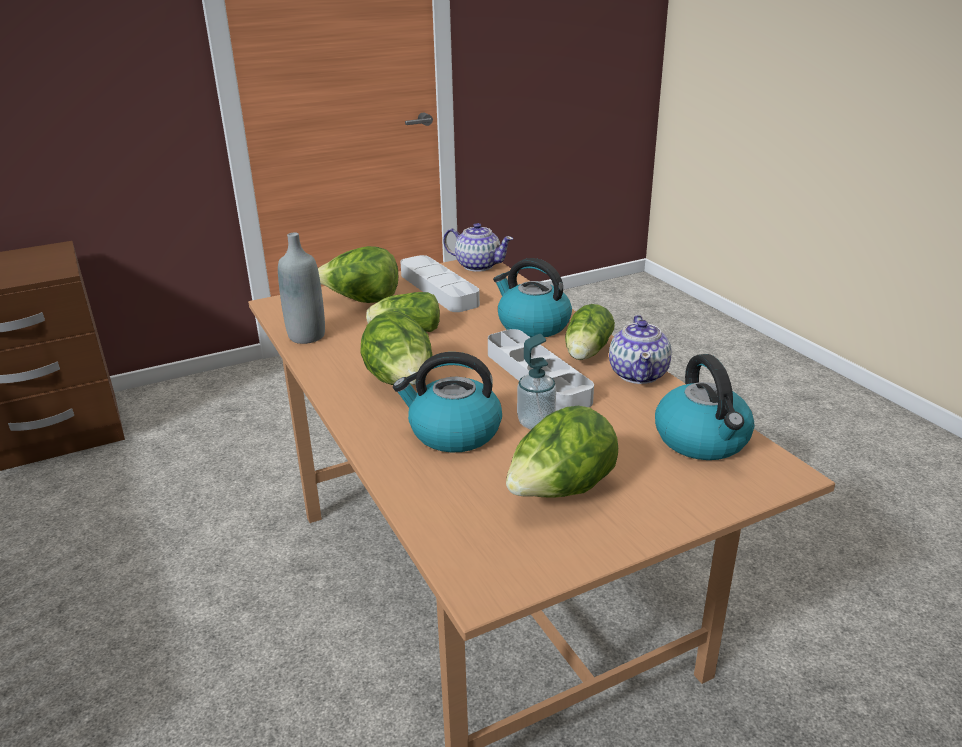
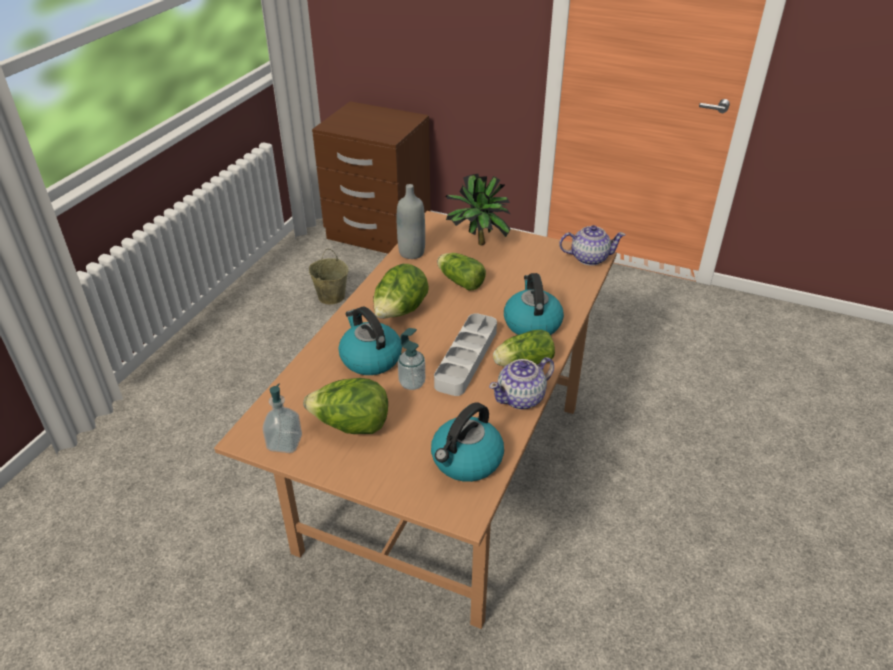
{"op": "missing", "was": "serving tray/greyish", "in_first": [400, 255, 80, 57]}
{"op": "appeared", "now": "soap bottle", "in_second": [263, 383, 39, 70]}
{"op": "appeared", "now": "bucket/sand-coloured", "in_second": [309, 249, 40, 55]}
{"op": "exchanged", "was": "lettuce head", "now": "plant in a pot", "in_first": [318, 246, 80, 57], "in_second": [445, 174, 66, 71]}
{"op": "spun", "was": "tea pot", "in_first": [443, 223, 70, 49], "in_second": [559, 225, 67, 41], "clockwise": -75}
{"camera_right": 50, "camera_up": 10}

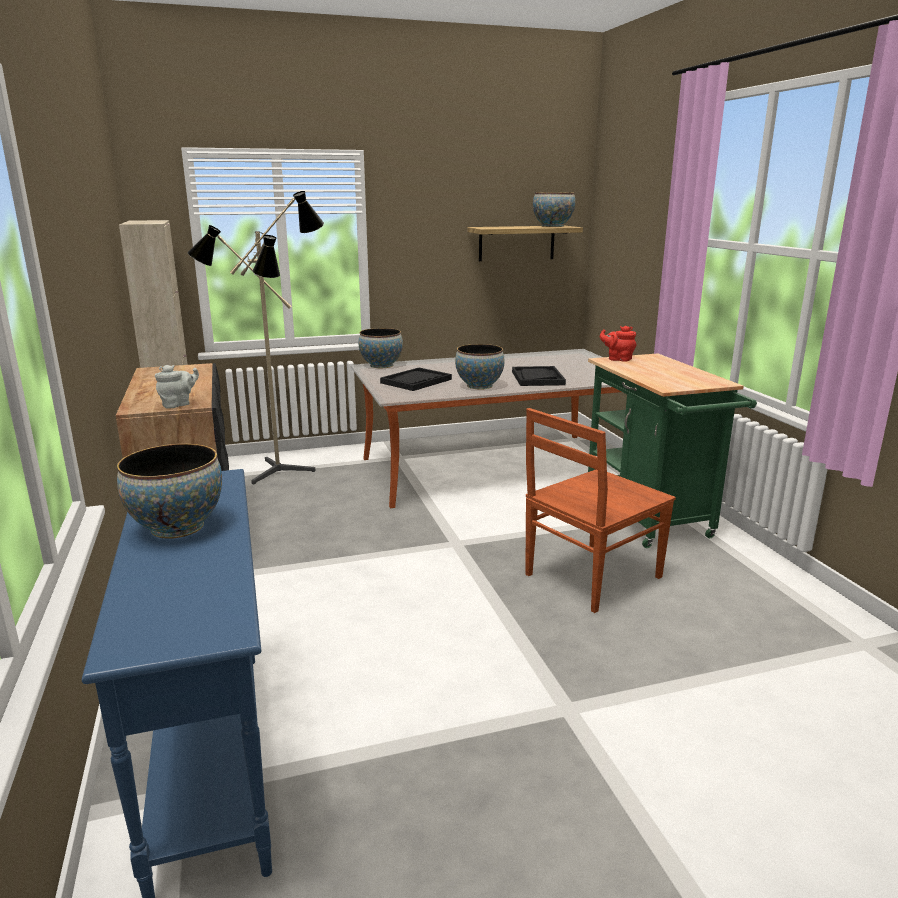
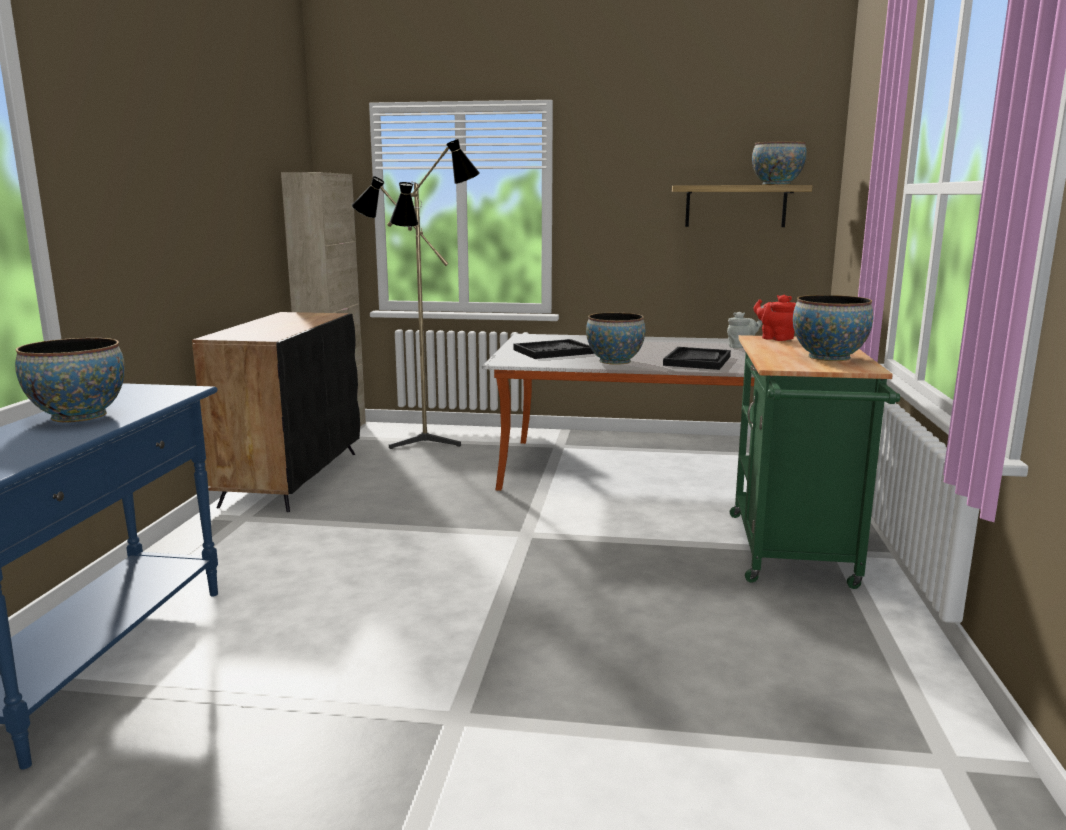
{"op": "missing", "was": "chair/brown", "in_first": [525, 408, 151, 205]}
{"op": "relocated", "was": "tea pot/greyish", "in_first": [155, 365, 44, 44], "in_second": [727, 312, 35, 36]}
{"op": "relocated", "was": "deep dish", "in_first": [358, 328, 45, 41], "in_second": [793, 295, 81, 66]}
{"camera_right": 25, "camera_up": -5}

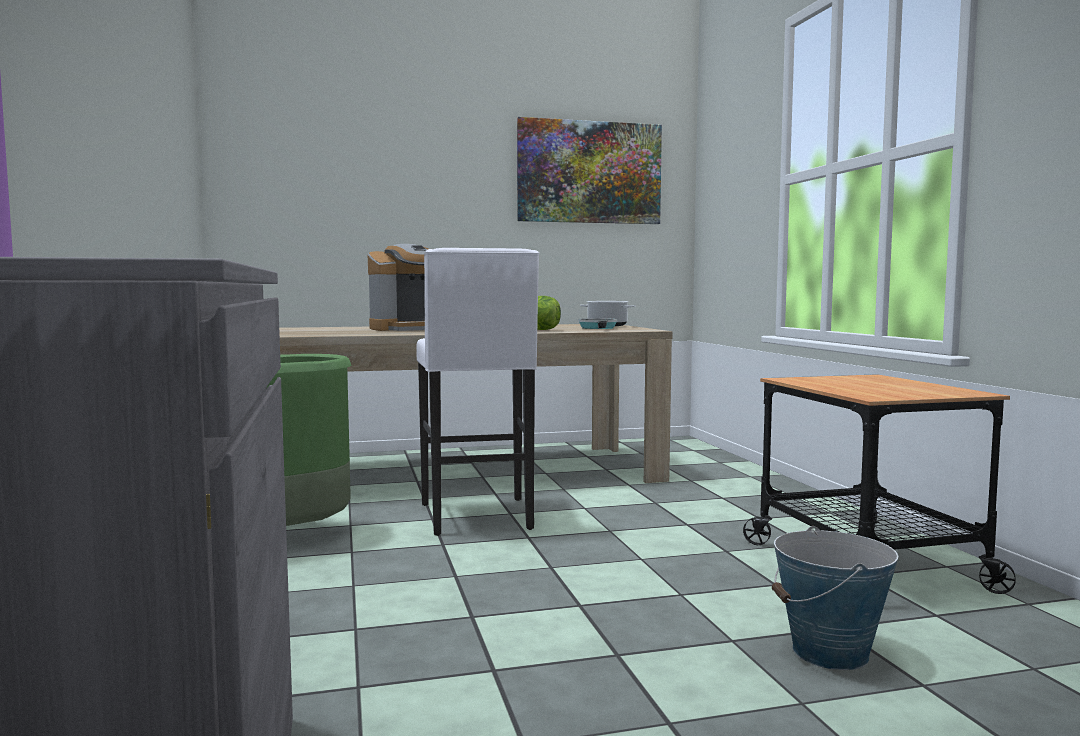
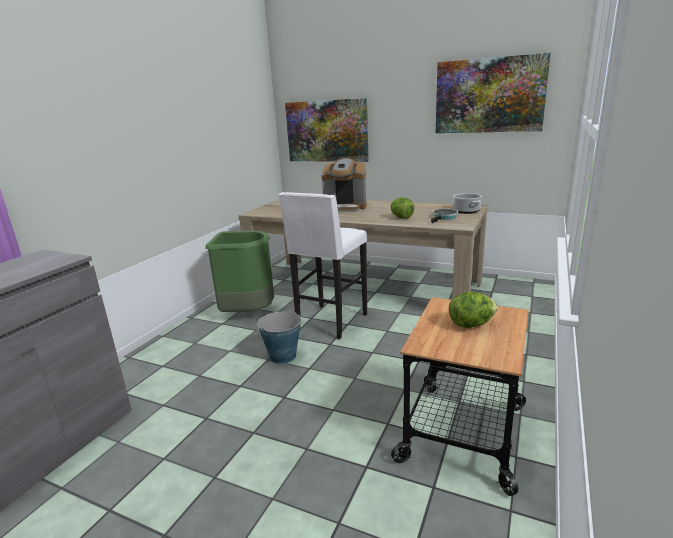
{"op": "appeared", "now": "wall art", "in_second": [285, 98, 84, 64]}
{"op": "appeared", "now": "lettuce head", "in_second": [449, 292, 49, 36]}
{"op": "relocated", "was": "bucket", "in_first": [772, 526, 126, 144], "in_second": [257, 311, 44, 53]}
{"camera_right": 40, "camera_up": 15}

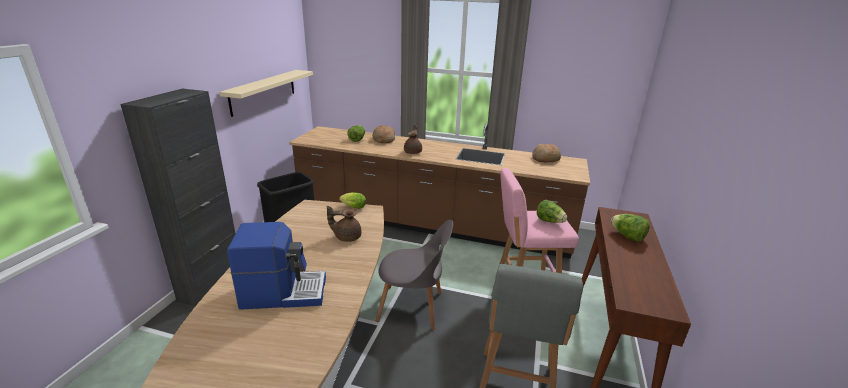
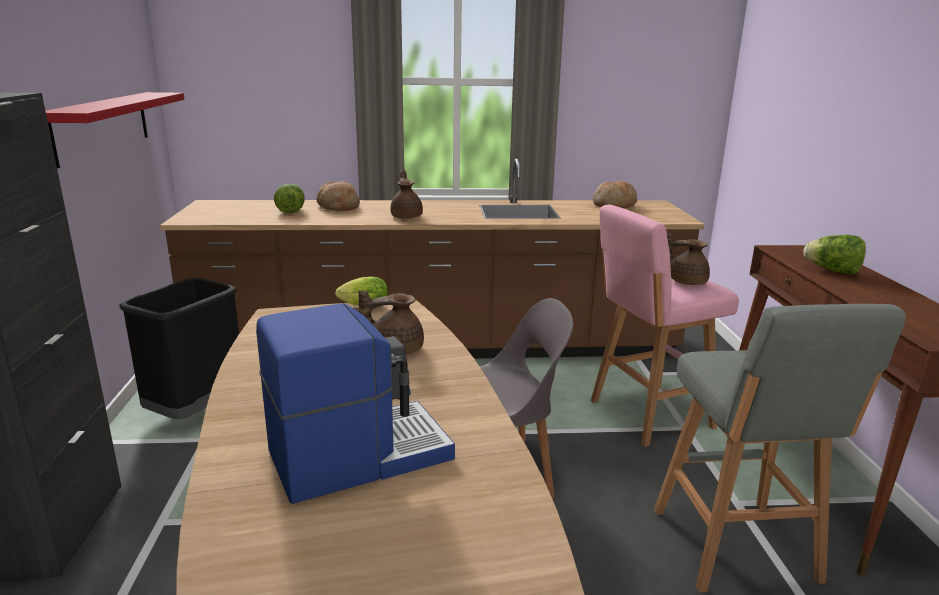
{"op": "exchanged", "was": "lettuce head", "now": "tea pot/brown", "in_first": [537, 200, 30, 23], "in_second": [667, 233, 43, 52]}
{"op": "colour", "was": "shelf/sand-coloured", "now": "shelf/red-coloured", "in_first": [219, 70, 94, 47], "in_second": [46, 92, 138, 77]}
{"camera_right": -20, "camera_up": -5}

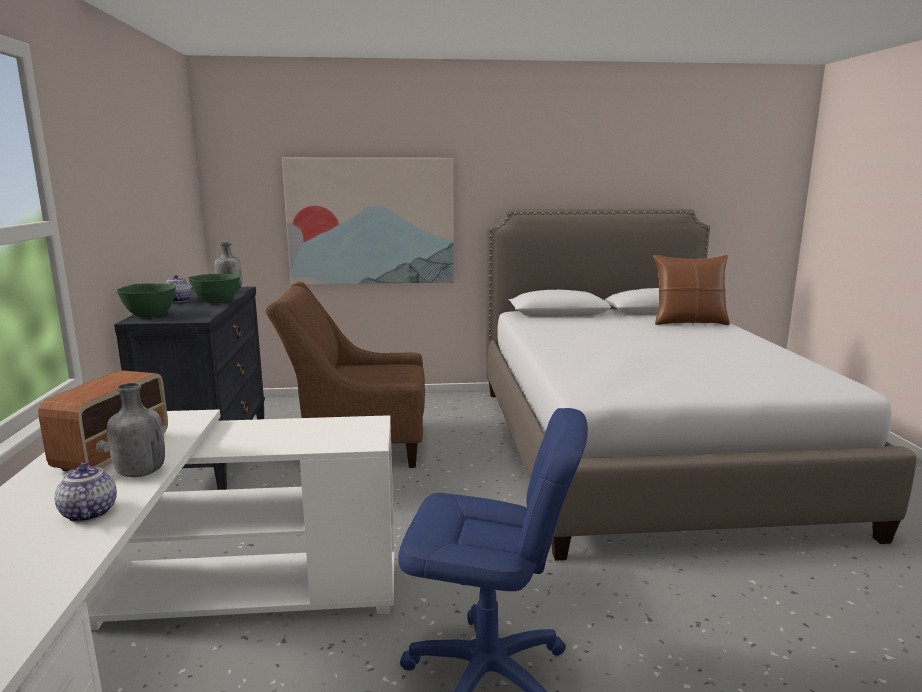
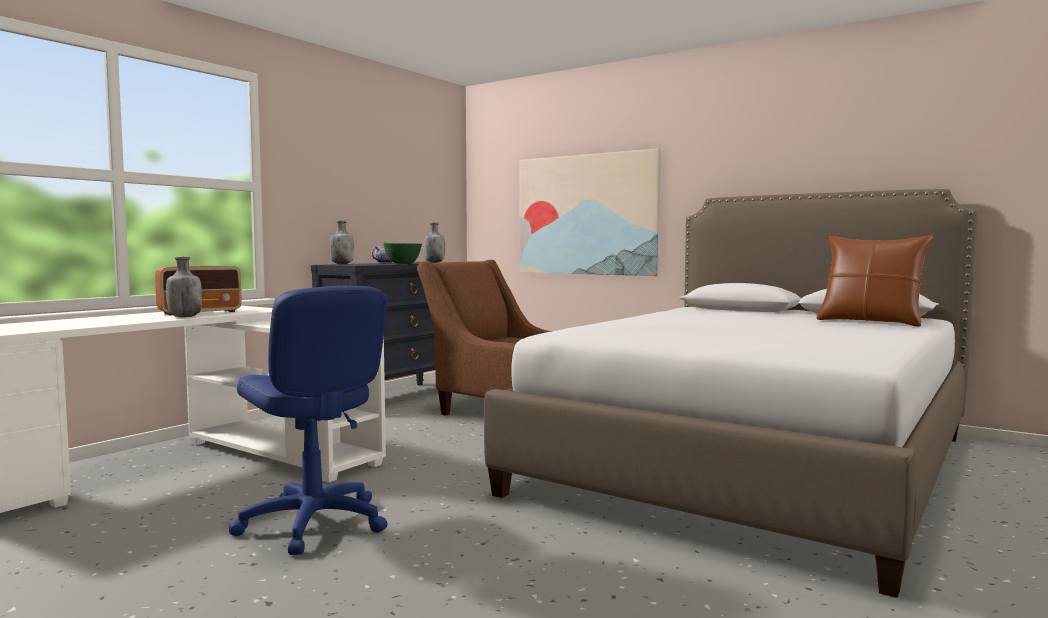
{"op": "missing", "was": "tea pot", "in_first": [55, 461, 62, 61]}
{"op": "exchanged", "was": "deep dish/greenish", "now": "bottle/greyish", "in_first": [117, 283, 59, 34], "in_second": [330, 221, 24, 43]}
{"camera_right": 40, "camera_up": -10}

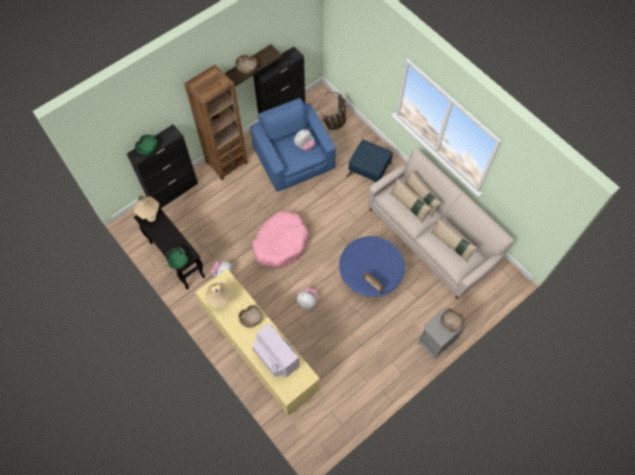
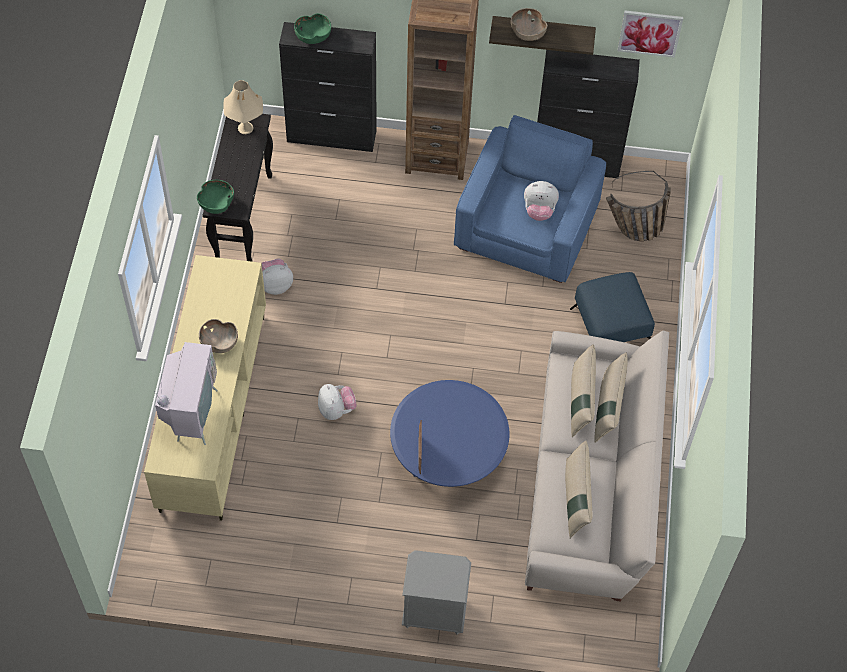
{"op": "missing", "was": "tabletop lamp/sand-coloured", "in_first": [205, 282, 27, 26]}
{"op": "missing", "was": "dog bed/pink-coloured", "in_first": [252, 211, 56, 58]}
{"op": "missing", "was": "deep dish/brown", "in_first": [441, 309, 23, 23]}
{"op": "appeared", "now": "wall art", "in_second": [617, 11, 66, 47]}
{"camera_right": 45, "camera_up": -5}

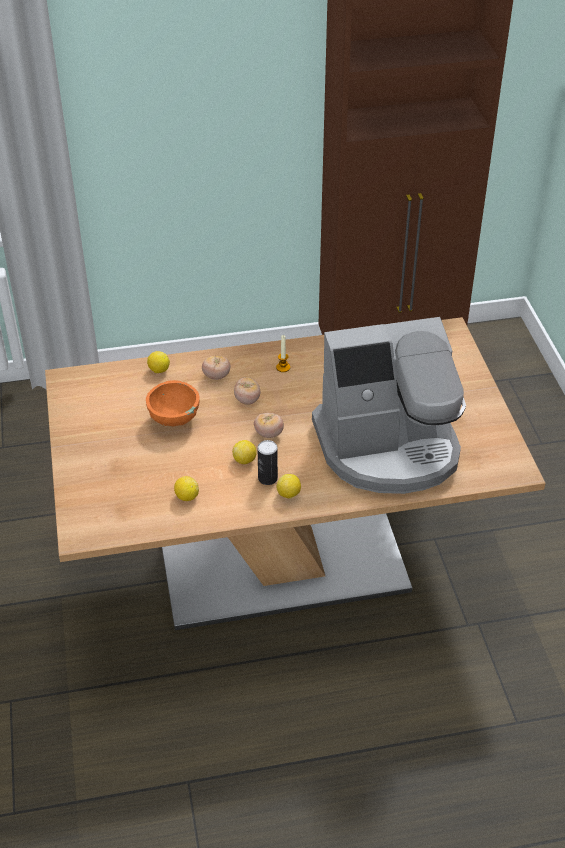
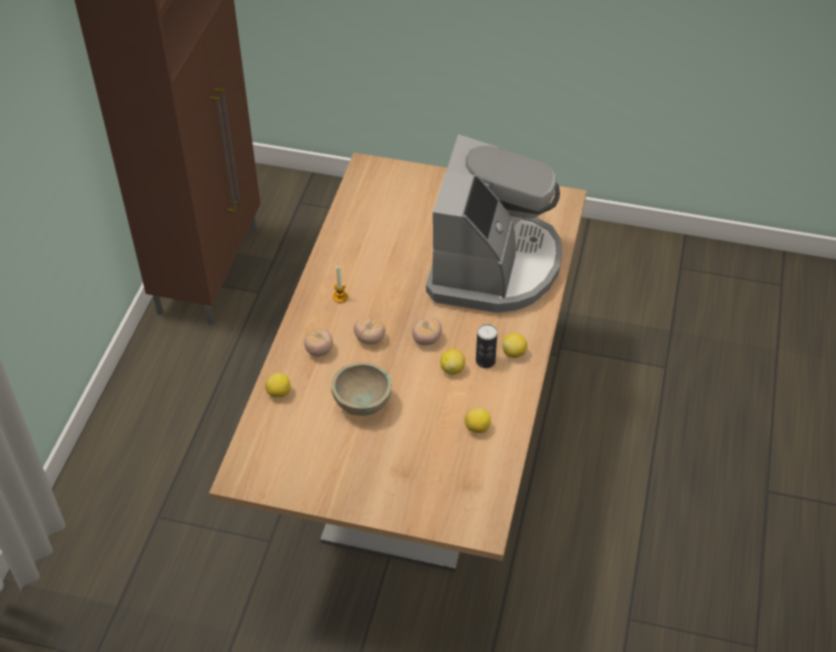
{"op": "colour", "was": "deep dish/orange-coloured", "now": "deep dish/sand-coloured", "in_first": [146, 380, 54, 46], "in_second": [331, 362, 61, 54]}
{"camera_right": -65, "camera_up": 5}

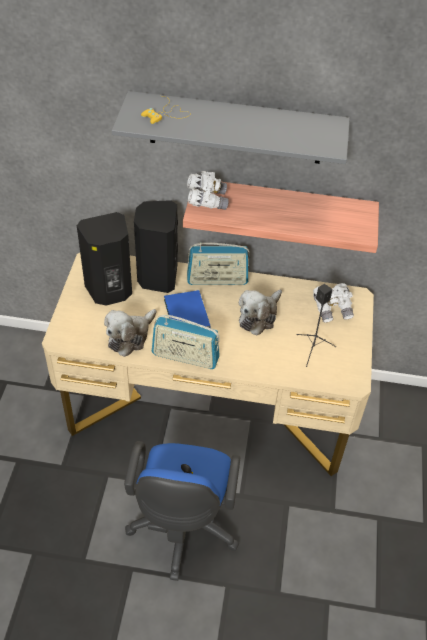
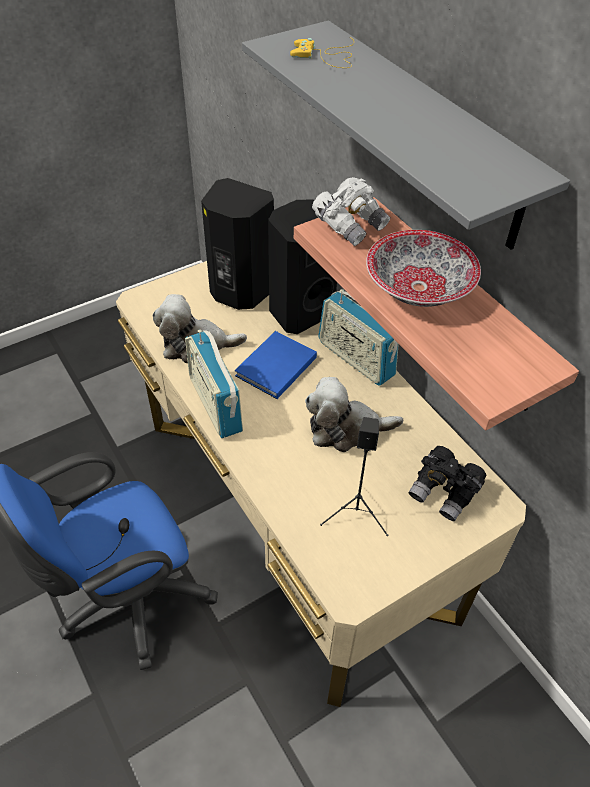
{"op": "appeared", "now": "deep dish", "in_second": [366, 230, 115, 77]}
{"op": "colour", "was": "binoculars/white-coloured", "now": "binoculars/blackish", "in_first": [313, 283, 41, 39], "in_second": [408, 446, 78, 75]}
{"camera_right": 50, "camera_up": 0}

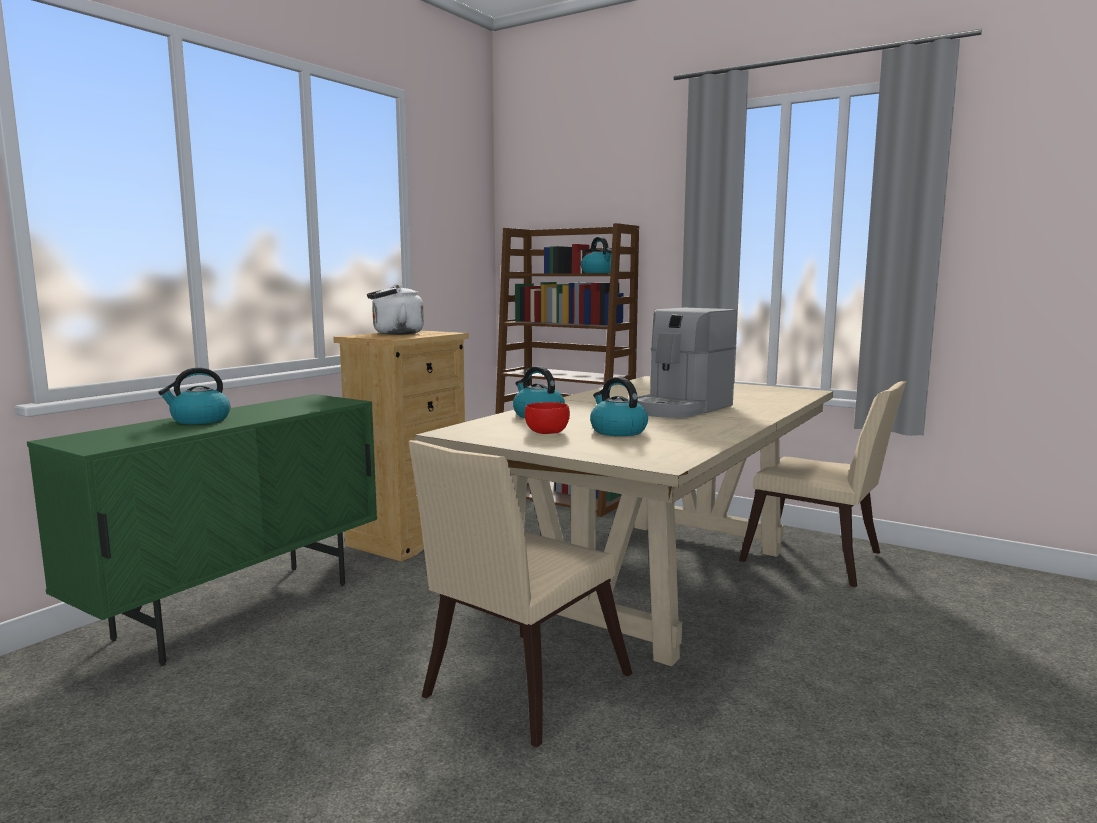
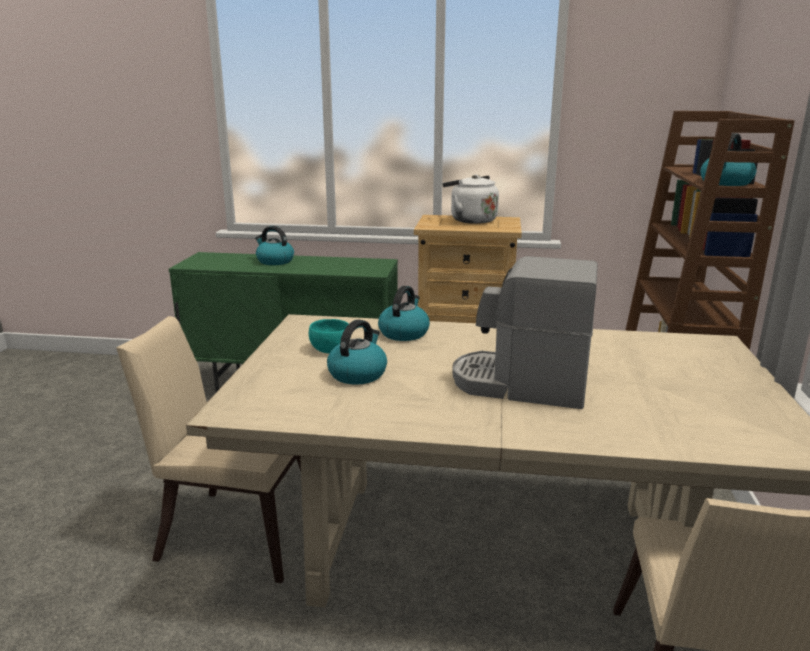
{"op": "colour", "was": "deep dish/red-coloured", "now": "deep dish/turquoise", "in_first": [525, 402, 45, 32], "in_second": [309, 319, 40, 34]}
{"camera_right": 65, "camera_up": 10}

